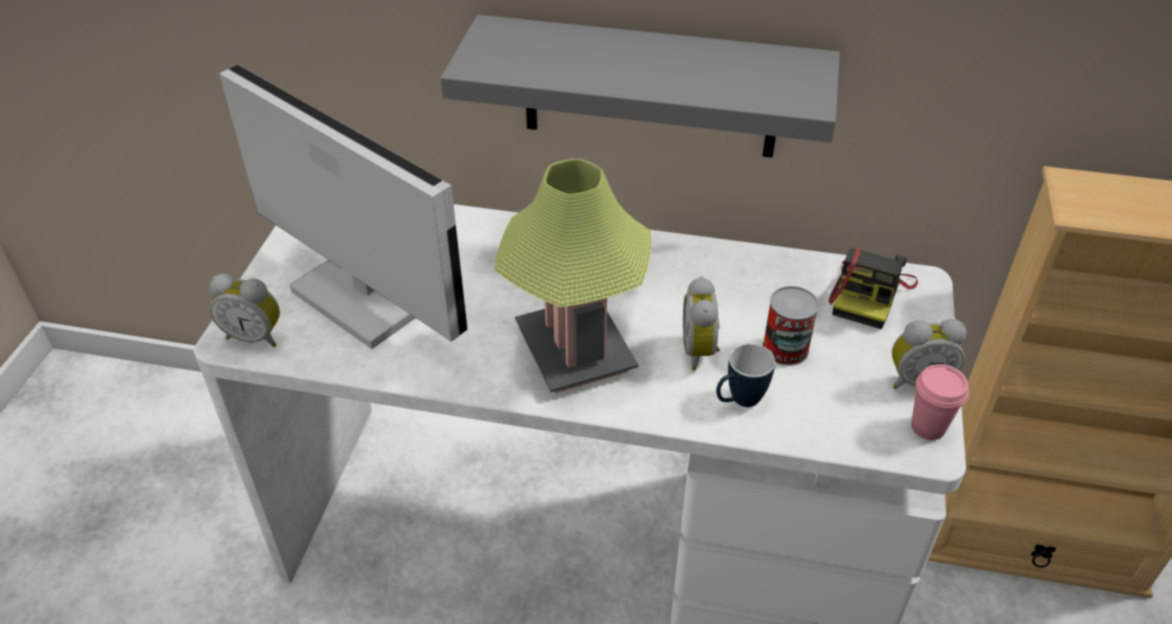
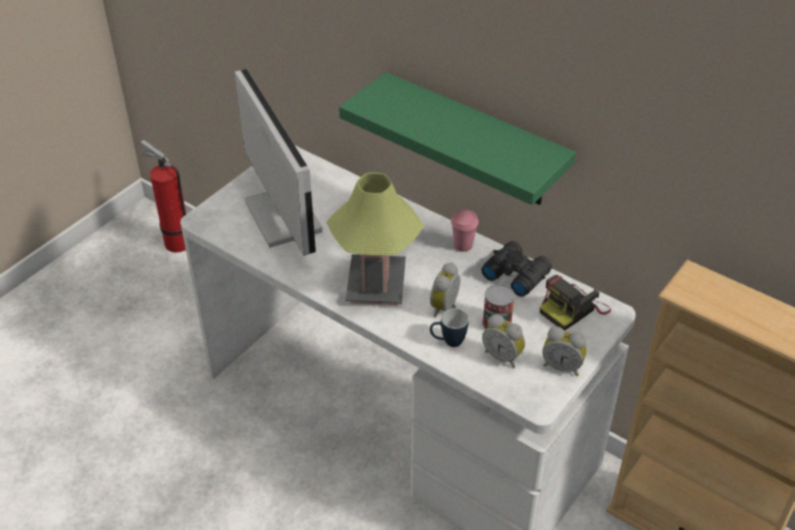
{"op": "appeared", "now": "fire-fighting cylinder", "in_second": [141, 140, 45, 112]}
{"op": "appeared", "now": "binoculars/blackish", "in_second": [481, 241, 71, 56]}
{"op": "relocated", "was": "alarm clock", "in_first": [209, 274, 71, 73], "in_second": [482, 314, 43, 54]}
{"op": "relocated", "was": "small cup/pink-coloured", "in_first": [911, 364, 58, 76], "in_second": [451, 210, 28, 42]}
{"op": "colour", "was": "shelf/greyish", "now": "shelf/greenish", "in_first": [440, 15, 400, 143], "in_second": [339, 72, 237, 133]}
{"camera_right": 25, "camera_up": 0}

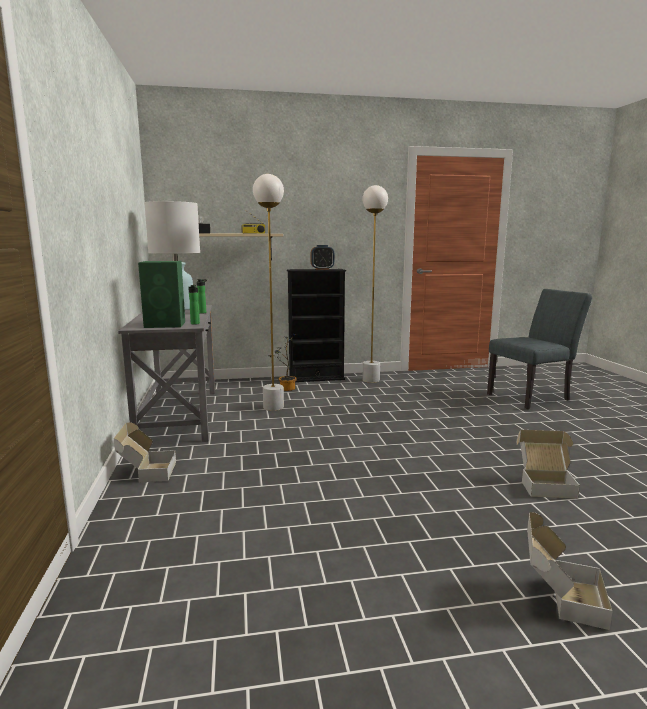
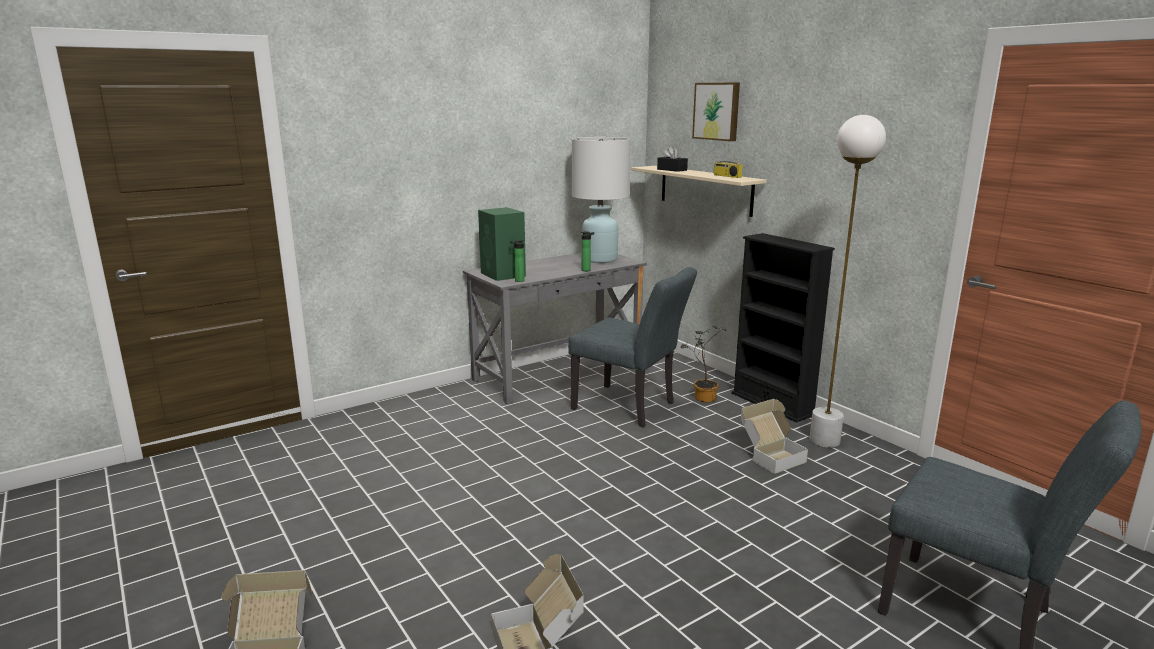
{"op": "missing", "was": "alarm clock", "in_first": [310, 245, 24, 25]}
{"op": "appeared", "now": "wall art", "in_second": [692, 82, 48, 59]}
{"op": "relocated", "was": "packing box", "in_first": [114, 422, 62, 60], "in_second": [741, 399, 67, 75]}
{"op": "exchanged", "was": "standing lamp/white-coloured", "now": "chair/greyish", "in_first": [253, 174, 31, 237], "in_second": [568, 267, 129, 160]}
{"camera_right": 65, "camera_up": 5}

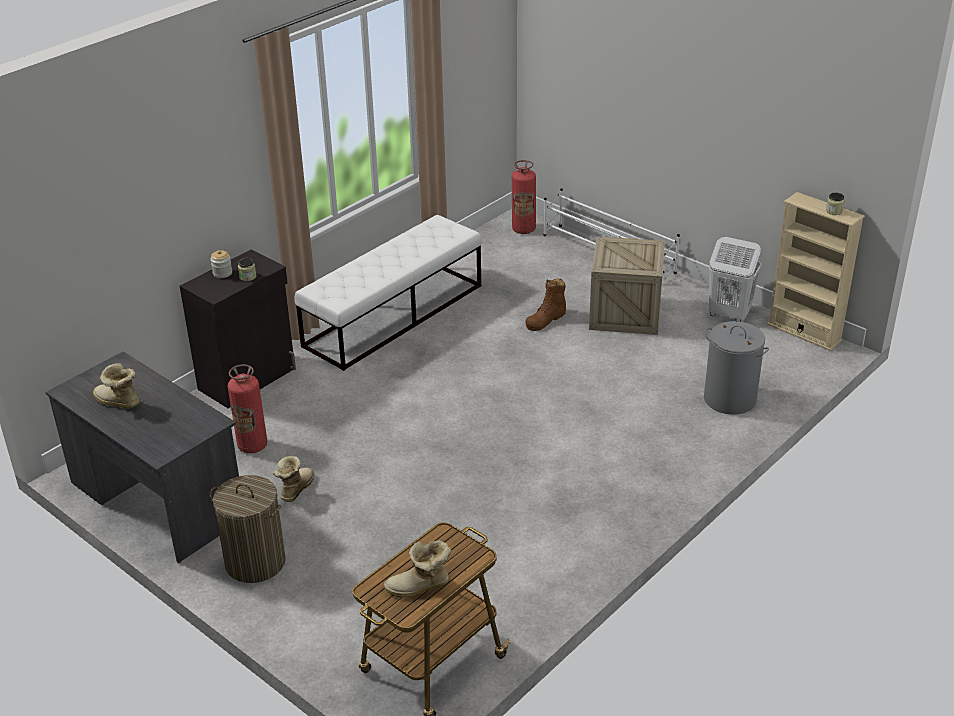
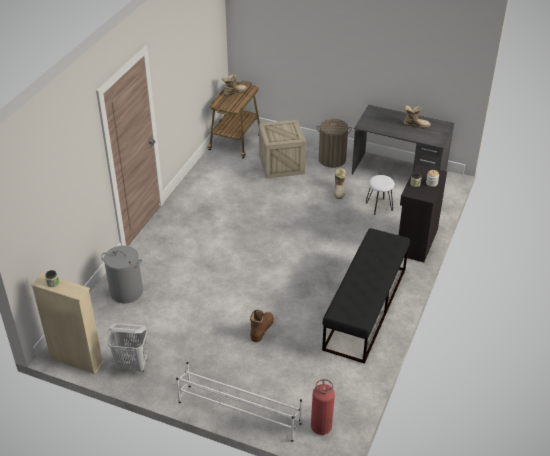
{"op": "relocated", "was": "crate", "in_first": [589, 236, 76, 99], "in_second": [259, 119, 47, 60]}
{"op": "exchanged", "was": "fire-fighting cylinder", "now": "stool seat/white-coloured", "in_first": [227, 364, 40, 89], "in_second": [366, 175, 29, 40]}
{"op": "colour", "was": "bench/white-coloured", "now": "bench/blackish", "in_first": [295, 215, 187, 156], "in_second": [322, 228, 88, 136]}
{"camera_right": 160, "camera_up": 5}

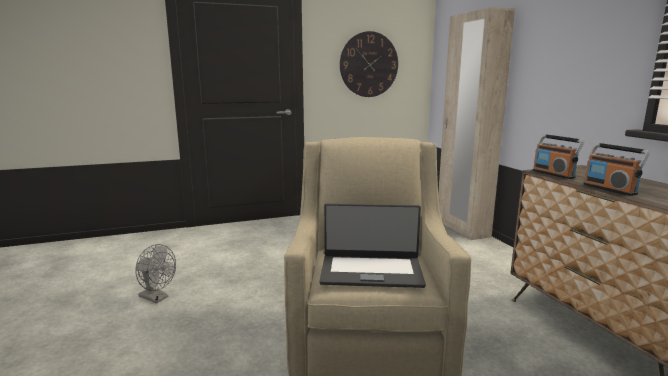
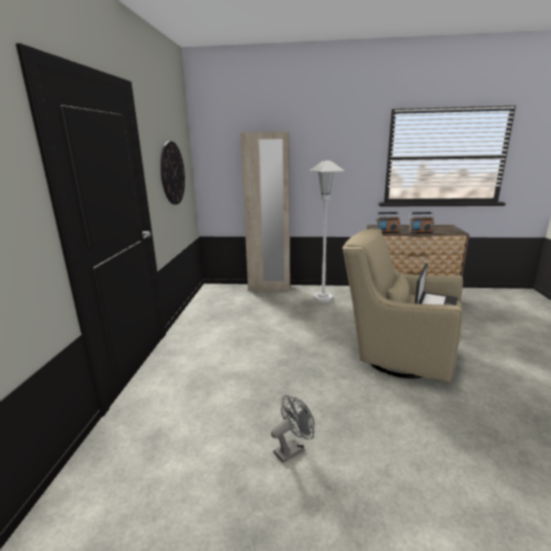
{"op": "appeared", "now": "standing lamp/white-coloured", "in_second": [310, 161, 34, 141]}
{"camera_right": -65, "camera_up": 5}

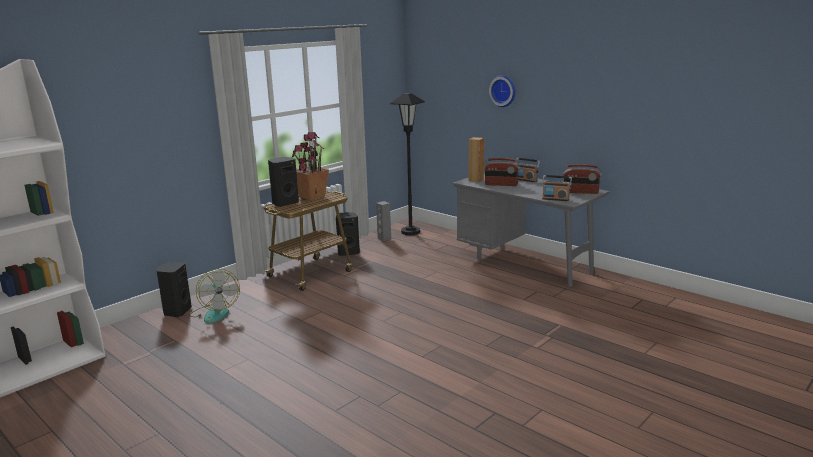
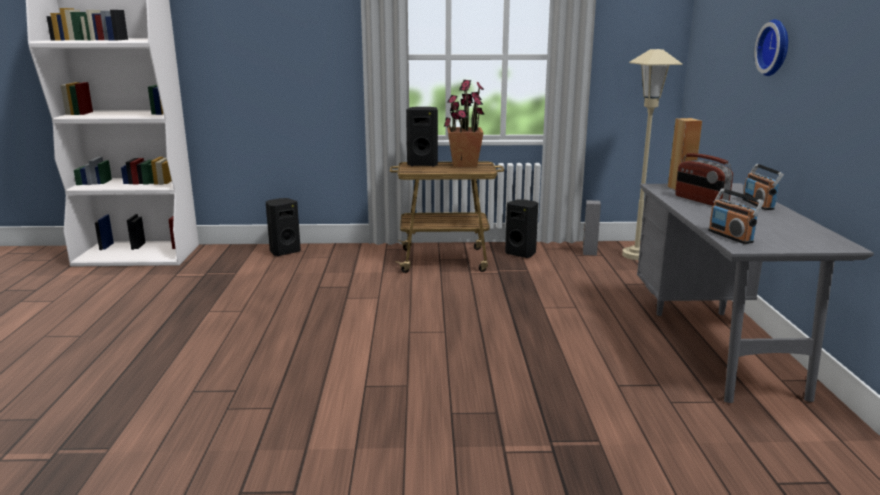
{"op": "missing", "was": "cooling fan", "in_first": [189, 269, 51, 54]}
{"op": "missing", "was": "radio", "in_first": [563, 164, 38, 30]}
{"op": "colour", "was": "standing lamp/blackish", "now": "standing lamp/sand-coloured", "in_first": [390, 93, 35, 142], "in_second": [622, 49, 61, 211]}
{"camera_right": 45, "camera_up": 0}

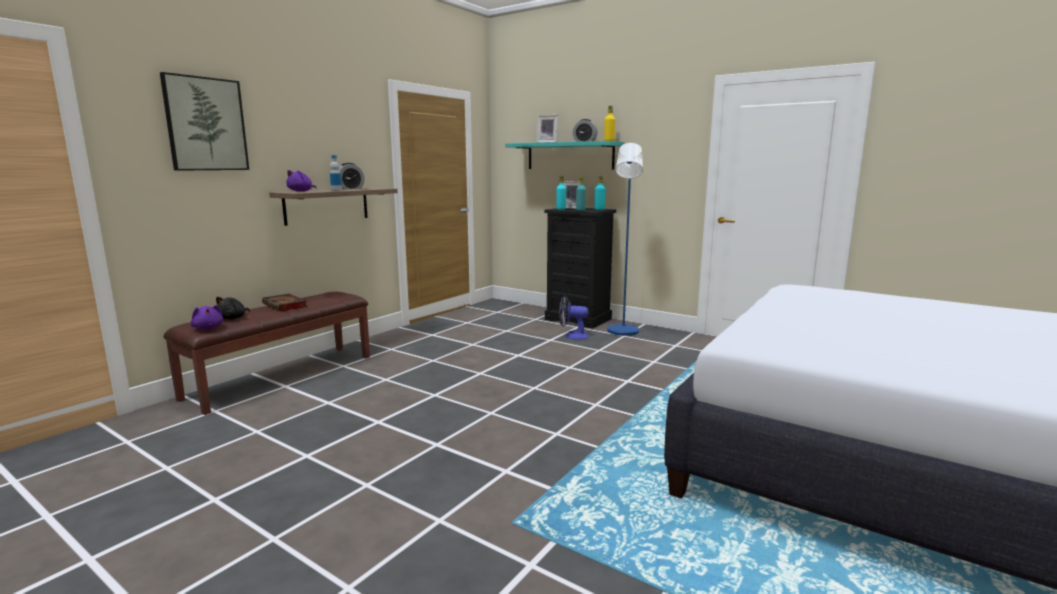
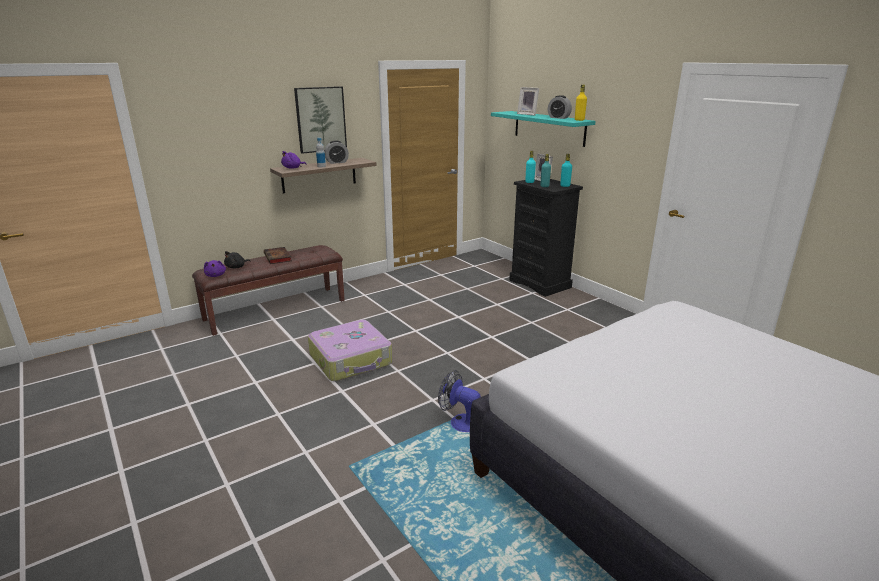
{"op": "missing", "was": "standing lamp/blue", "in_first": [607, 143, 36, 193]}
{"op": "appeared", "now": "suitcase", "in_second": [308, 320, 84, 61]}
{"op": "relocated", "was": "wall art", "in_first": [160, 72, 89, 99], "in_second": [294, 86, 53, 68]}
{"op": "relocated", "was": "cooling fan", "in_first": [559, 296, 30, 43], "in_second": [438, 370, 43, 62]}
{"camera_right": 20, "camera_up": 10}

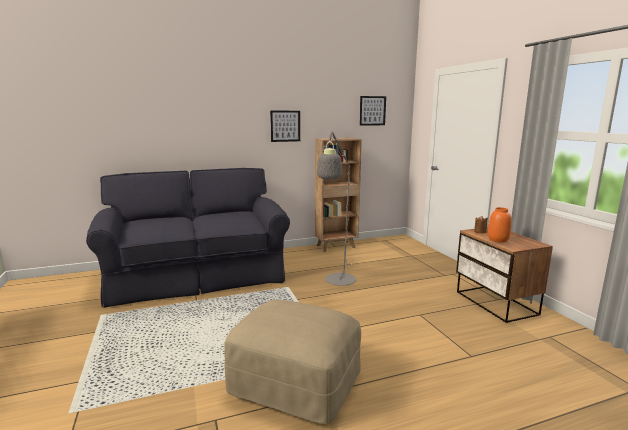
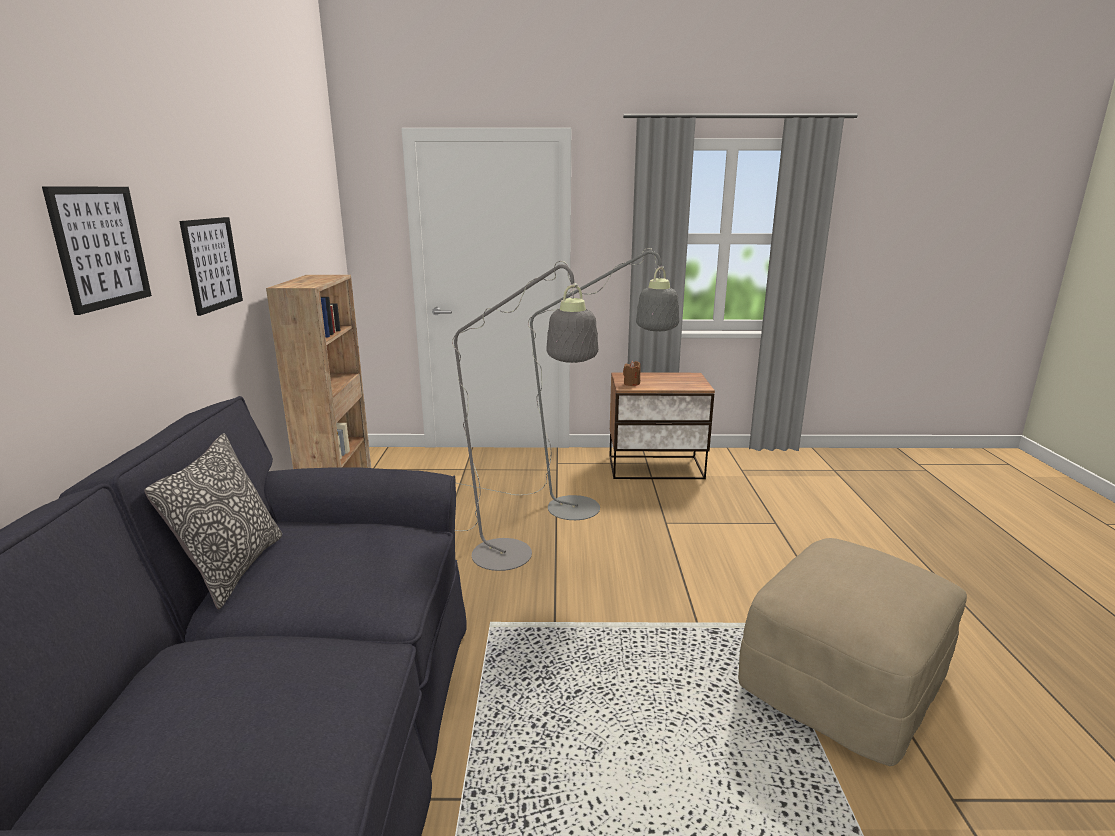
{"op": "missing", "was": "flower vase/orange-coloured", "in_first": [488, 207, 23, 36]}
{"op": "appeared", "now": "pillow", "in_second": [144, 434, 138, 175]}
{"op": "appeared", "now": "standing lamp/greyish", "in_second": [457, 248, 222, 272]}
{"op": "relocated", "was": "wall art", "in_first": [359, 96, 27, 30], "in_second": [42, 186, 110, 129]}
{"camera_right": -70, "camera_up": 5}

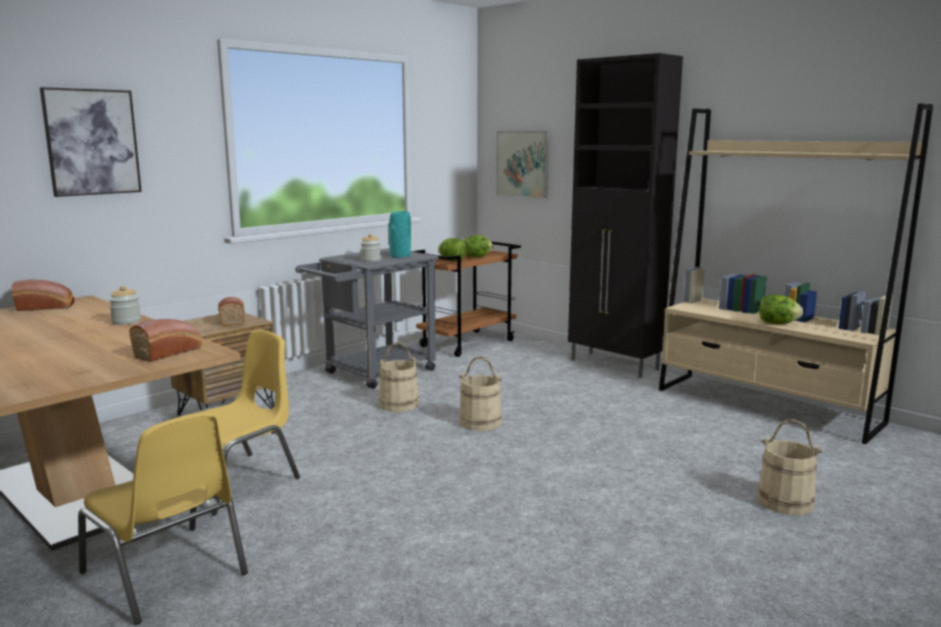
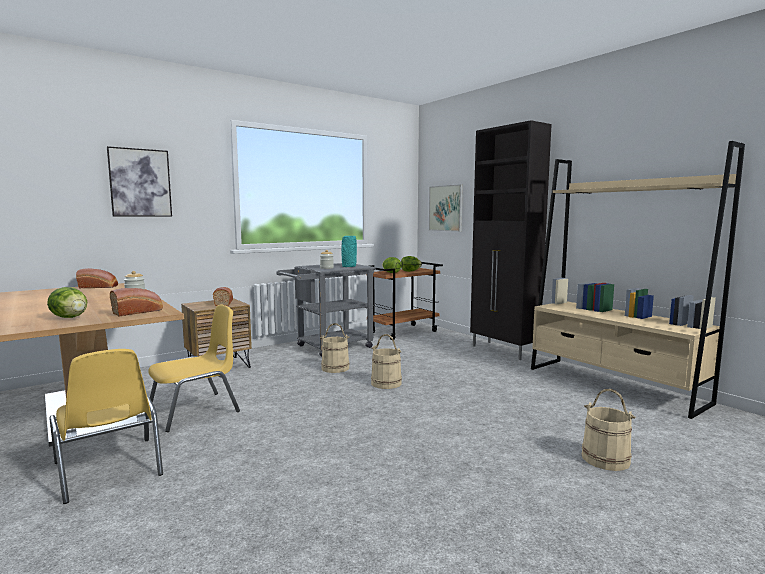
{"op": "relocated", "was": "lettuce head", "in_first": [759, 295, 44, 29], "in_second": [47, 287, 40, 31]}
{"camera_right": 10, "camera_up": -5}

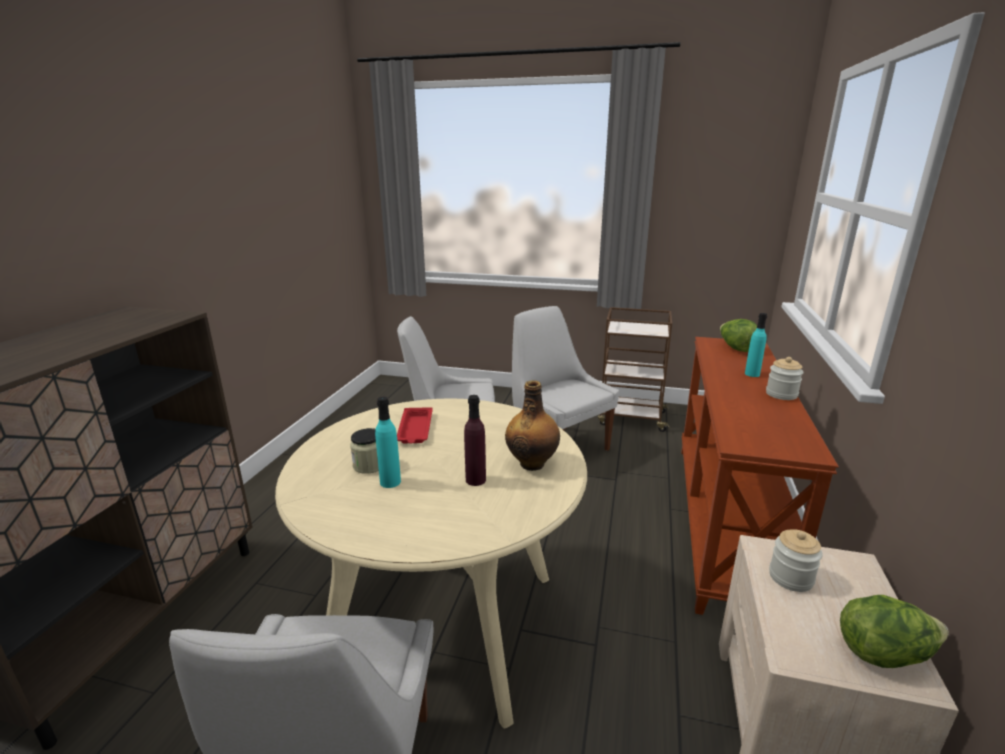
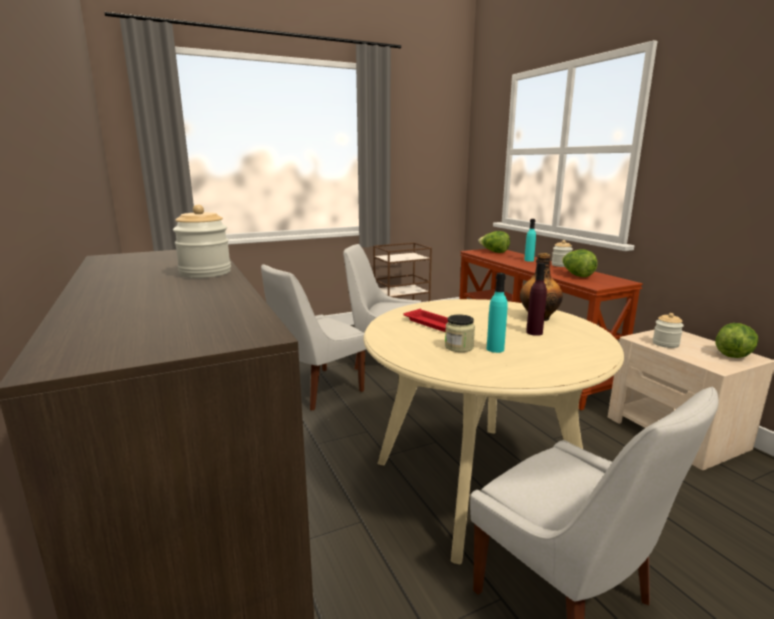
{"op": "appeared", "now": "jar", "in_second": [173, 205, 58, 73]}
{"op": "appeared", "now": "lettuce head", "in_second": [562, 249, 36, 28]}
{"camera_right": -40, "camera_up": -5}

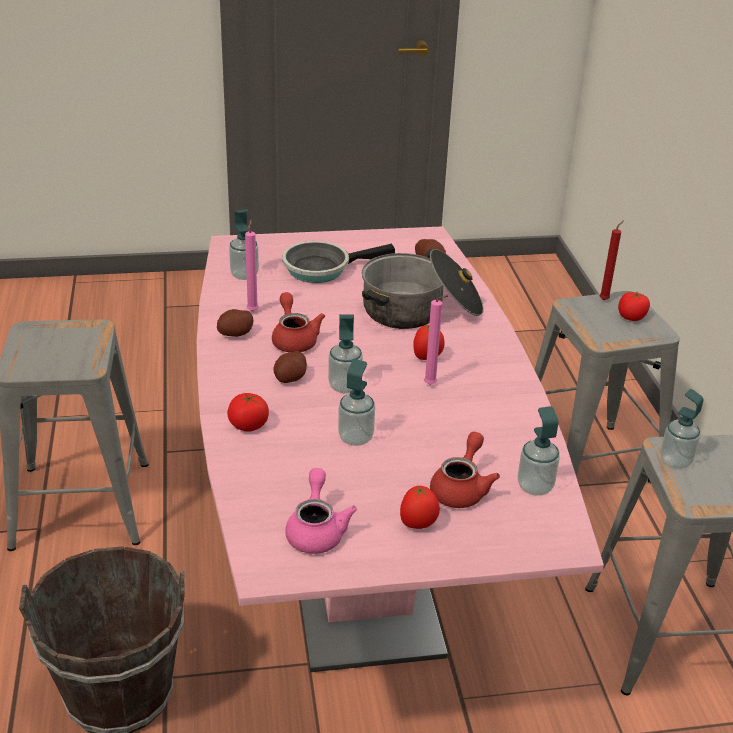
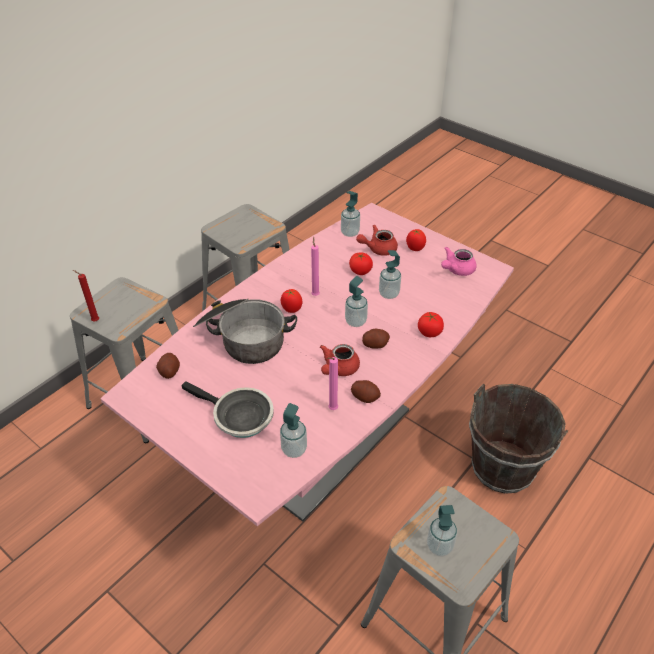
{"op": "relocated", "was": "whole tomato", "in_first": [618, 291, 32, 30], "in_second": [349, 252, 24, 23]}
{"op": "relocated", "was": "soap bottle", "in_first": [660, 389, 43, 80], "in_second": [427, 505, 30, 52]}
{"camera_right": -130, "camera_up": 10}

